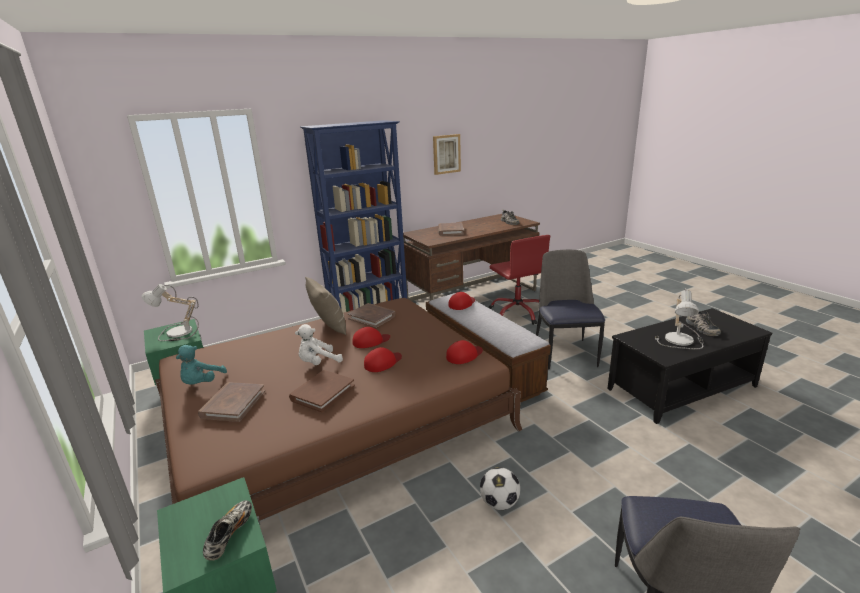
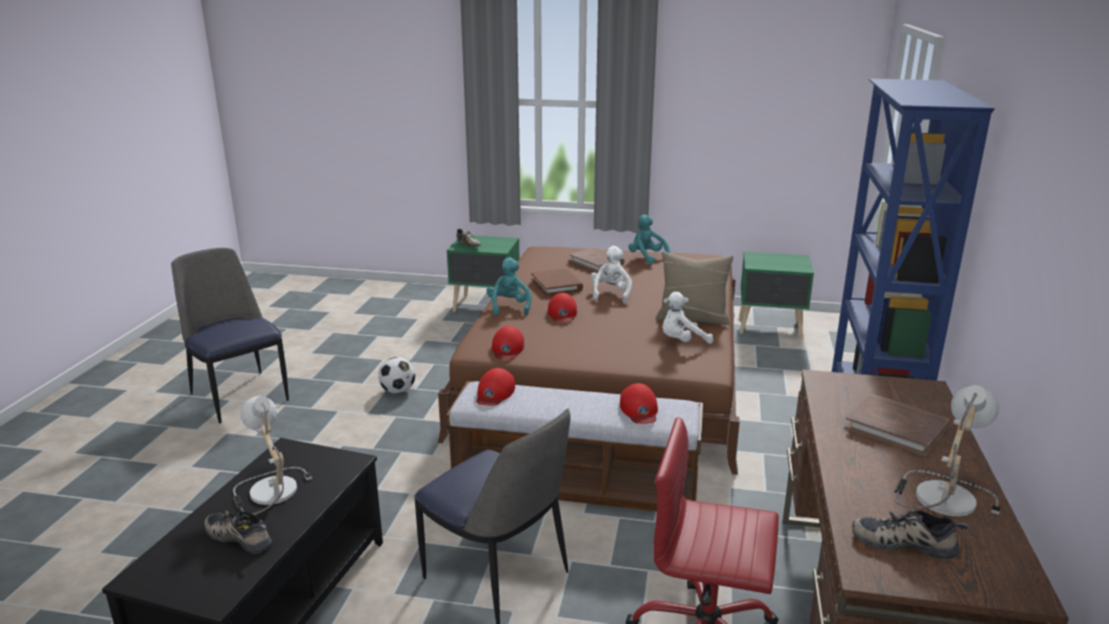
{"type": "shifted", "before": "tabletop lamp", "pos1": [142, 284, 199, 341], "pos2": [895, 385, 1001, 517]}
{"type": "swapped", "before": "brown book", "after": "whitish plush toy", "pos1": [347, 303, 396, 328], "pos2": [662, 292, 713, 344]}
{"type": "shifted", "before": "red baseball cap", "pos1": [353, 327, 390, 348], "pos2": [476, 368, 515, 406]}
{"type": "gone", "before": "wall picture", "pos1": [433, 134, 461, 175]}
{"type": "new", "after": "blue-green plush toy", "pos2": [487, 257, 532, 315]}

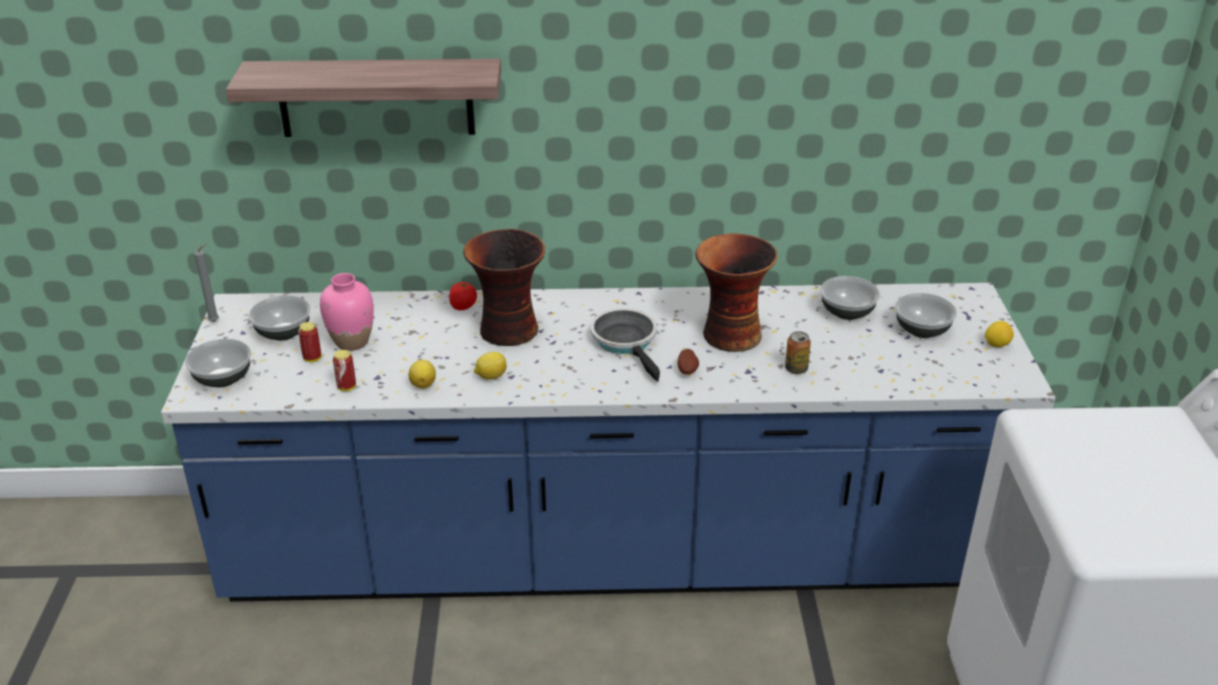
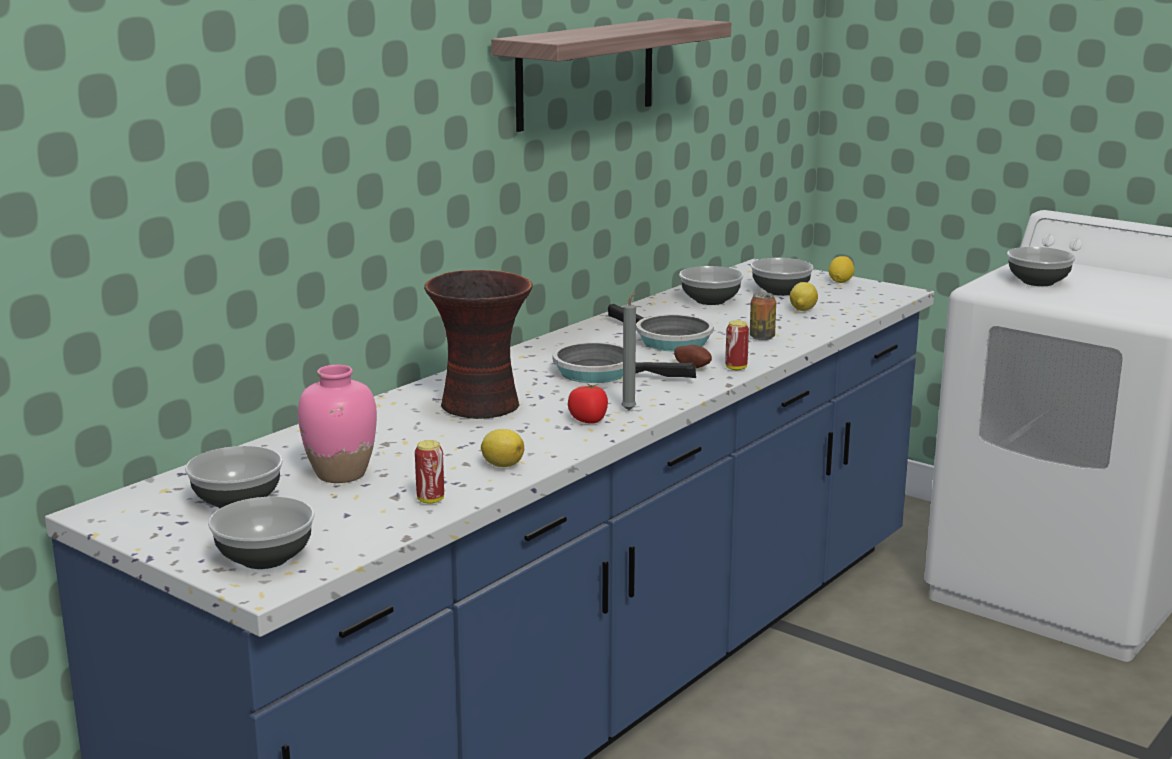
{"type": "shifted", "before": "grey wax light", "pos1": [194, 244, 219, 322], "pos2": [621, 291, 636, 411]}
{"type": "shifted", "before": "shelf", "pos1": [226, 59, 501, 137], "pos2": [491, 18, 731, 132]}
{"type": "shifted", "before": "metal can", "pos1": [298, 322, 321, 362], "pos2": [725, 320, 749, 370]}
{"type": "shifted", "before": "fresh tomato", "pos1": [449, 282, 477, 310], "pos2": [568, 384, 608, 424]}
{"type": "shifted", "before": "citrus fruit", "pos1": [474, 352, 507, 380], "pos2": [790, 282, 818, 311]}
{"type": "swapped", "before": "vase", "after": "skillet", "pos1": [695, 234, 777, 352], "pos2": [608, 304, 714, 352]}
{"type": "new", "after": "bowl", "pos2": [1007, 247, 1076, 286]}

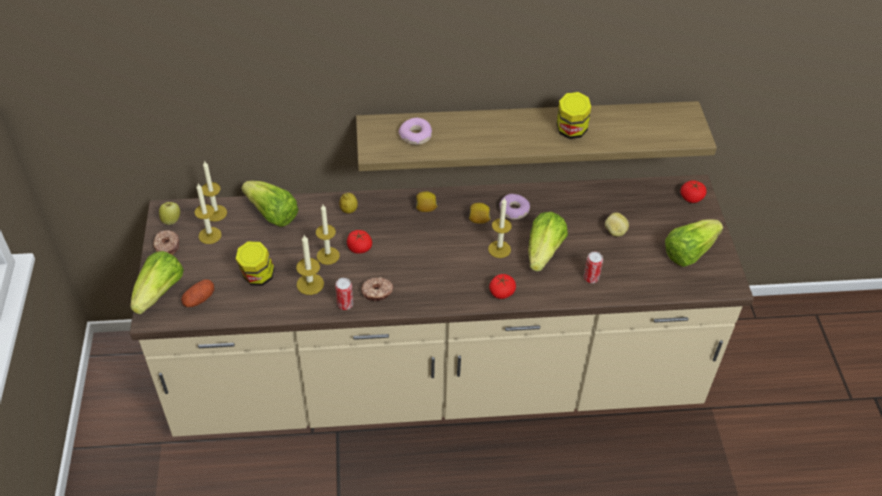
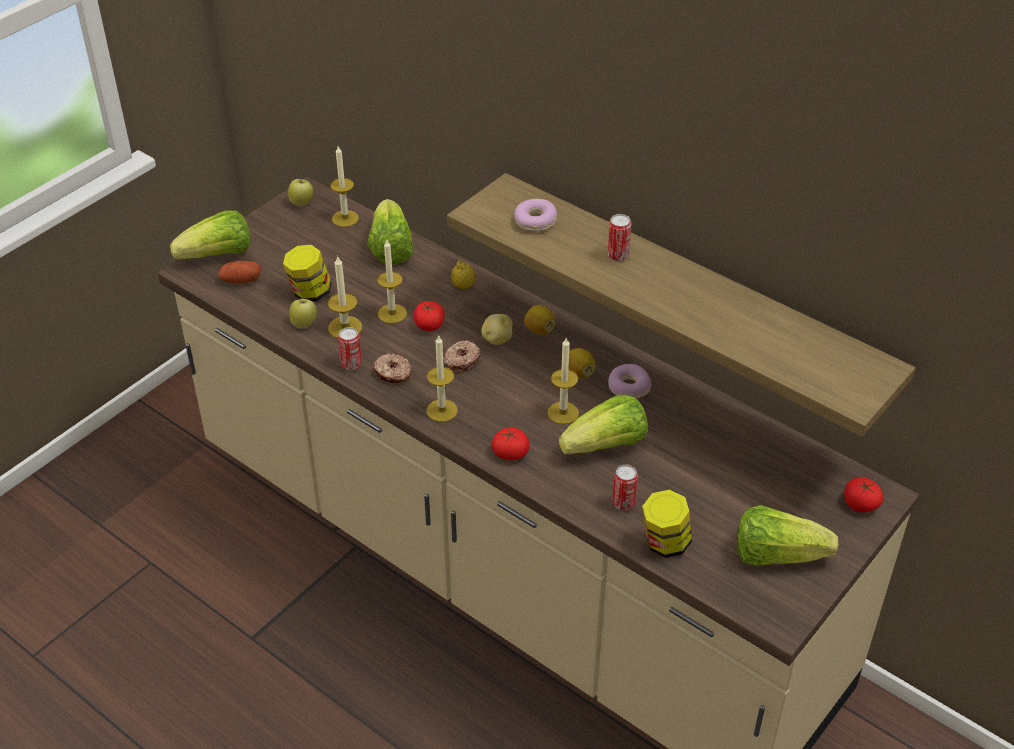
{"type": "shifted", "before": "doughnut", "pos1": [153, 230, 179, 255], "pos2": [443, 340, 481, 372]}
{"type": "shifted", "before": "wax light", "pos1": [194, 184, 222, 244], "pos2": [427, 336, 458, 422]}
{"type": "shifted", "before": "preserve jar", "pos1": [557, 92, 591, 139], "pos2": [642, 489, 692, 558]}
{"type": "shifted", "before": "potato", "pos1": [605, 212, 629, 237], "pos2": [481, 314, 513, 345]}
{"type": "new", "after": "apple", "pos2": [289, 299, 317, 329]}
{"type": "new", "after": "metal can", "pos2": [607, 214, 631, 261]}

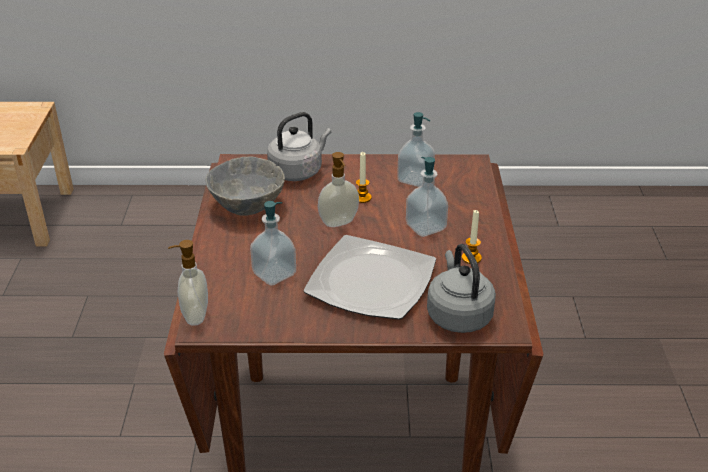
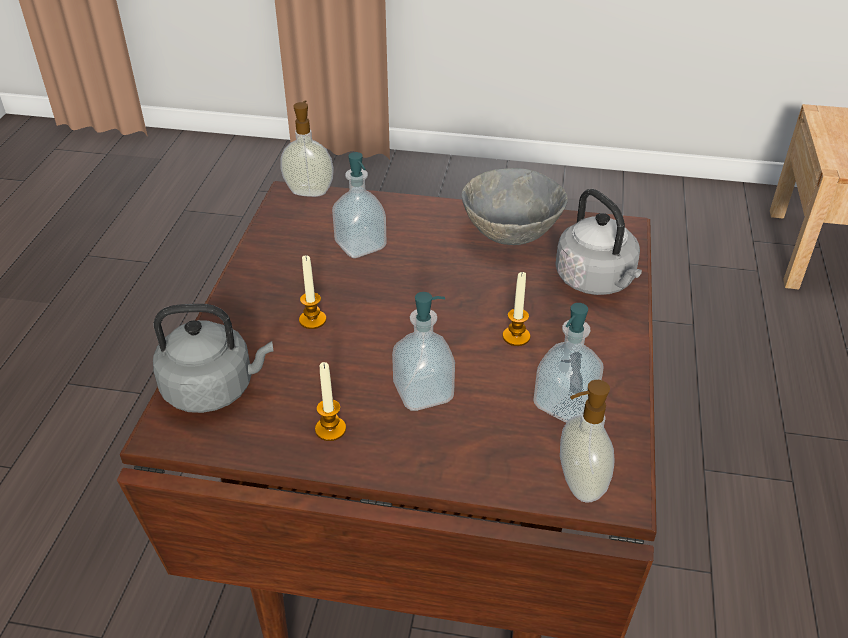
{"type": "swapped", "before": "dinner plate", "after": "wax light", "pos1": [303, 235, 436, 320], "pos2": [299, 255, 326, 329]}
{"type": "shifted", "before": "liquid soap bottle", "pos1": [318, 152, 359, 227], "pos2": [560, 380, 614, 503]}

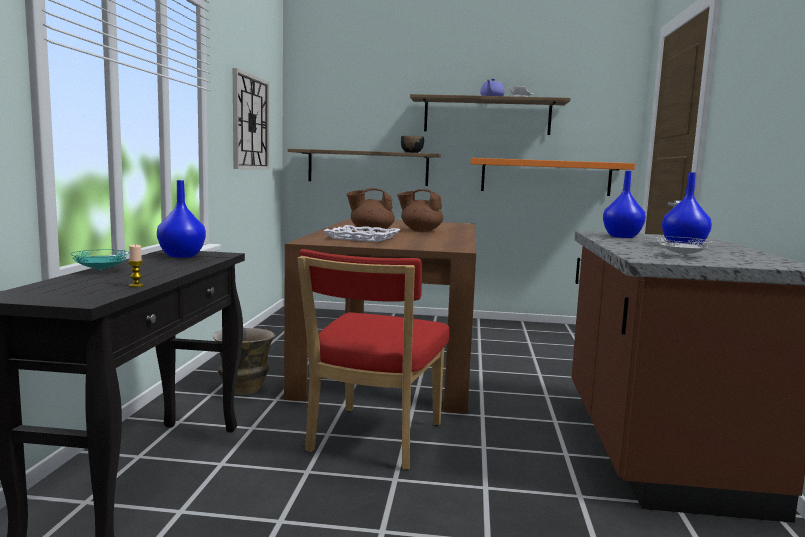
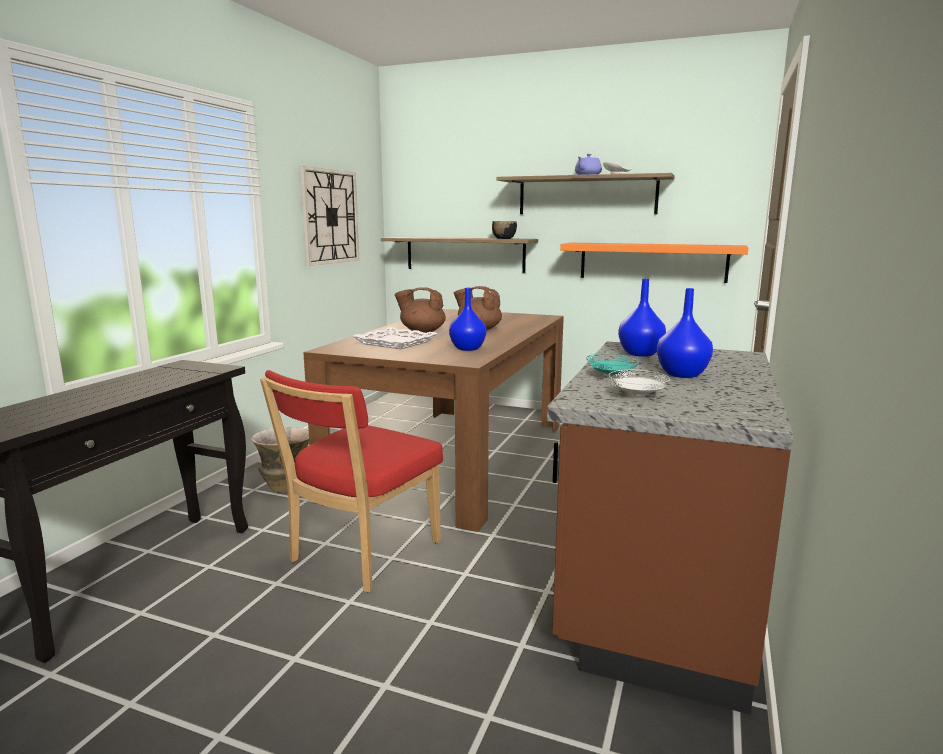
{"type": "shifted", "before": "blue-green dinner plate", "pos1": [70, 249, 129, 271], "pos2": [586, 353, 640, 376]}
{"type": "gone", "before": "wax light", "pos1": [128, 244, 144, 287]}
{"type": "shifted", "before": "blue-coloured vase", "pos1": [157, 180, 206, 258], "pos2": [449, 288, 486, 351]}

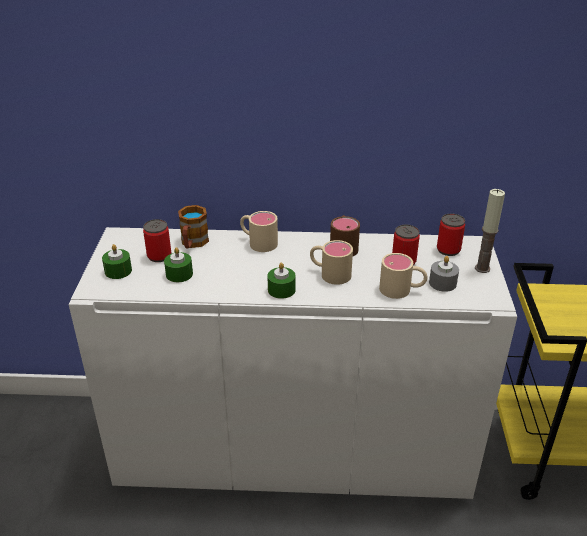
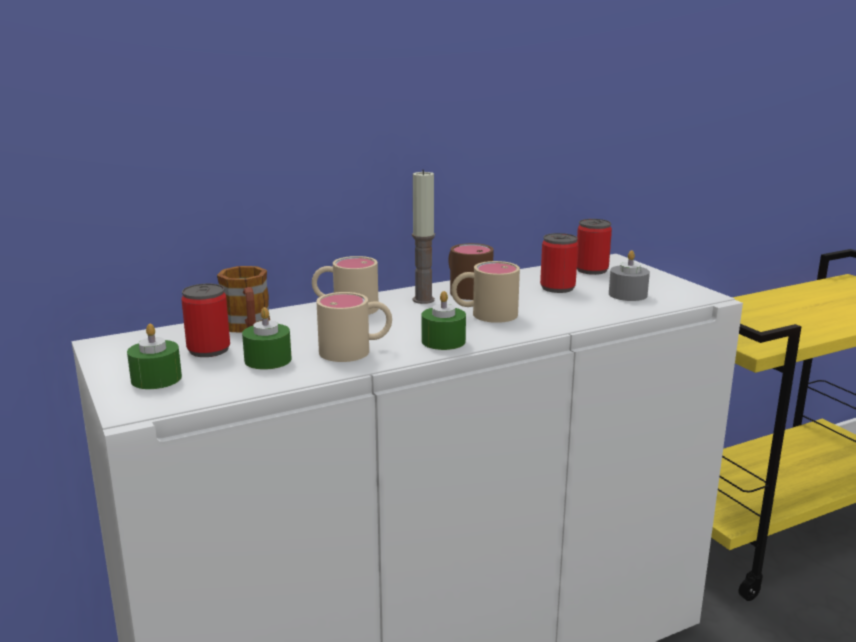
{"type": "shifted", "before": "beige tea mug", "pos1": [379, 253, 427, 299], "pos2": [316, 292, 392, 362]}
{"type": "shifted", "before": "wax light", "pos1": [475, 189, 505, 273], "pos2": [412, 169, 435, 304]}

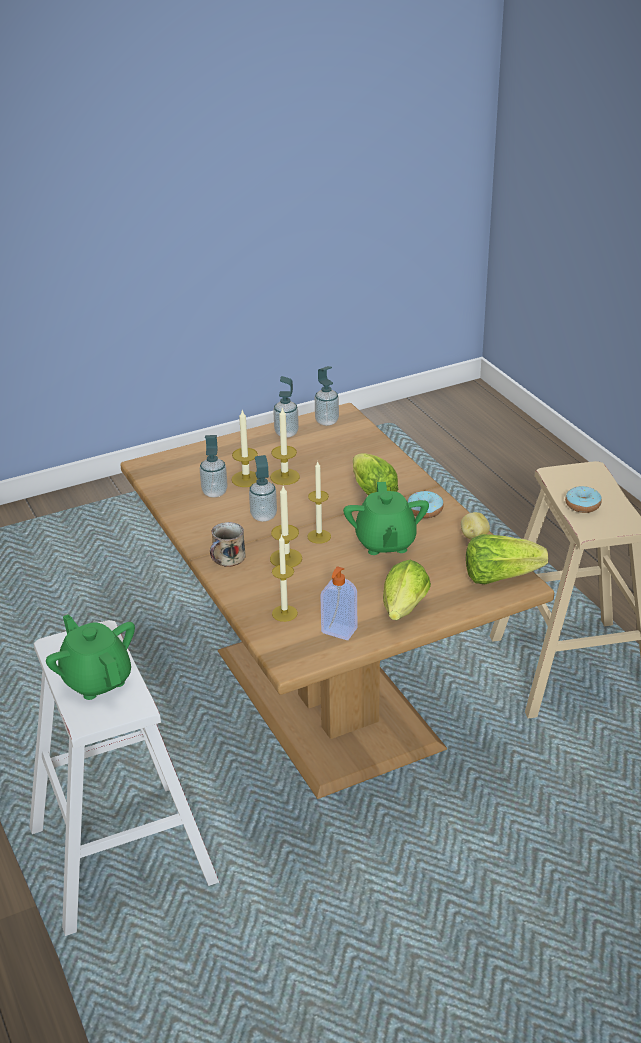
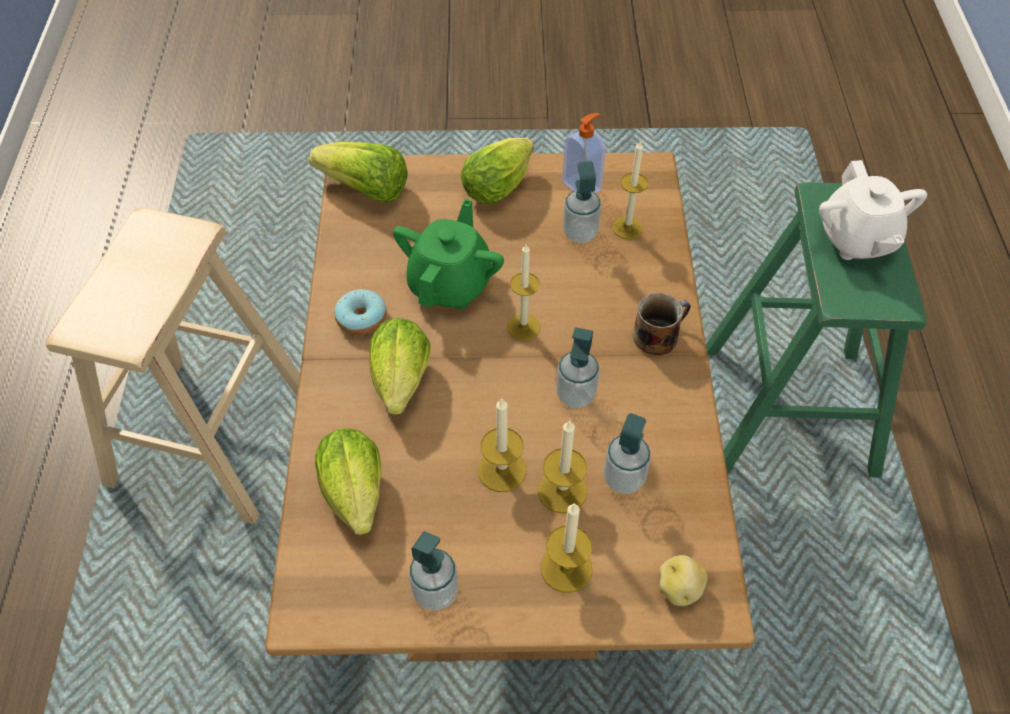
{"type": "repainted", "before": "whitish stool", "after": "greenish stool", "pos1": [29, 620, 219, 936], "pos2": [706, 183, 926, 478]}
{"type": "repainted", "before": "greenish pot for tea", "after": "whitish pot for tea", "pos1": [46, 614, 135, 700], "pos2": [819, 160, 927, 260]}
{"type": "shifted", "before": "wax light", "pos1": [270, 486, 302, 567], "pos2": [541, 503, 593, 593]}
{"type": "shifted", "before": "liquid soap bottle", "pos1": [315, 366, 339, 426], "pos2": [563, 161, 601, 243]}
{"type": "shifted", "before": "potato", "pos1": [461, 512, 490, 540], "pos2": [659, 555, 707, 606]}
{"type": "gone", "before": "doughnut", "pos1": [565, 486, 602, 513]}
{"type": "new", "after": "head of lettuce", "pos2": [315, 428, 382, 535]}

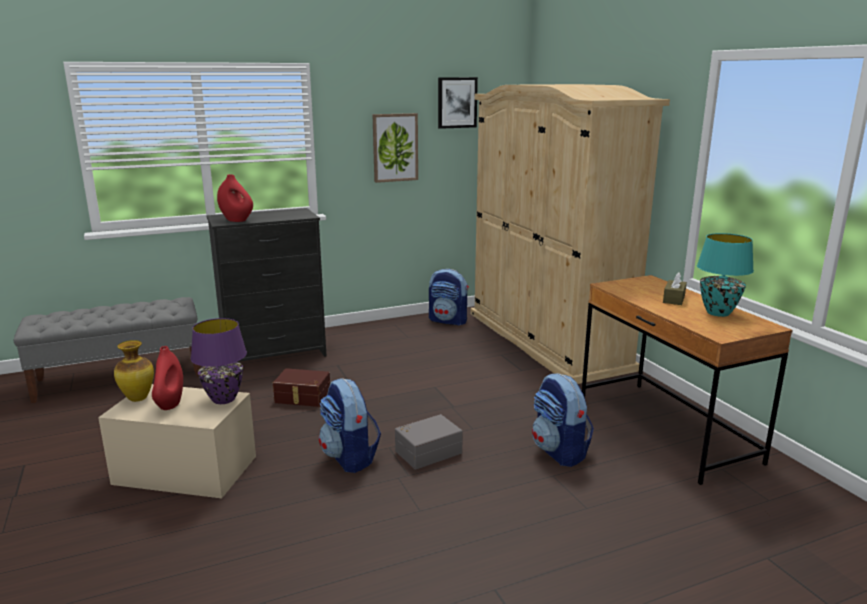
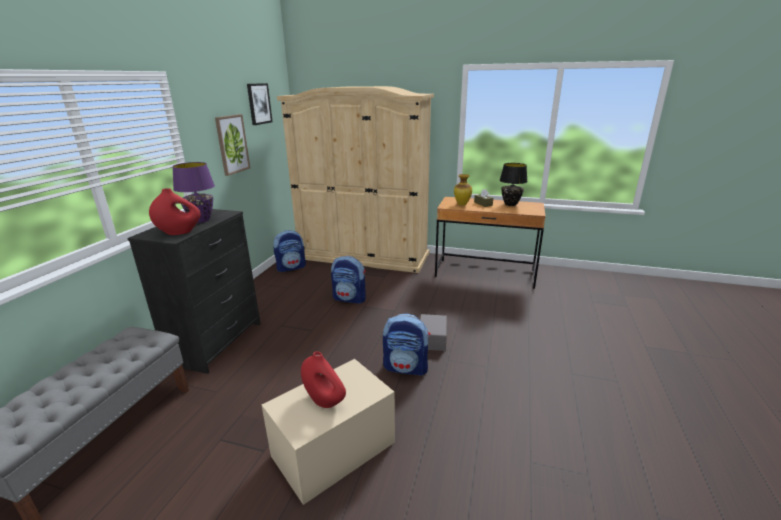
{"type": "shifted", "before": "vase", "pos1": [114, 340, 154, 402], "pos2": [454, 174, 472, 206]}
{"type": "shifted", "before": "purplish tabletop lamp", "pos1": [191, 318, 247, 404], "pos2": [172, 162, 215, 223]}
{"type": "gone", "before": "brown storage box", "pos1": [273, 368, 330, 407]}
{"type": "shifted", "before": "rucksack", "pos1": [532, 373, 594, 467], "pos2": [331, 256, 366, 304]}
{"type": "repainted", "before": "blue-green tabletop lamp", "after": "black-coloured tabletop lamp", "pos1": [697, 233, 754, 317], "pos2": [500, 163, 528, 206]}

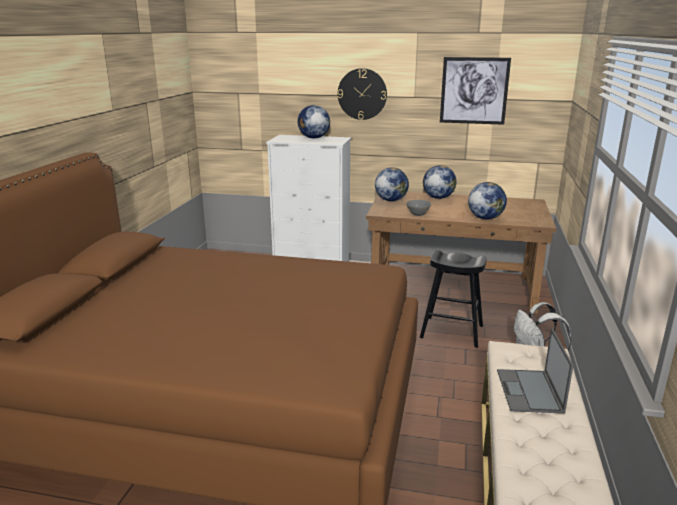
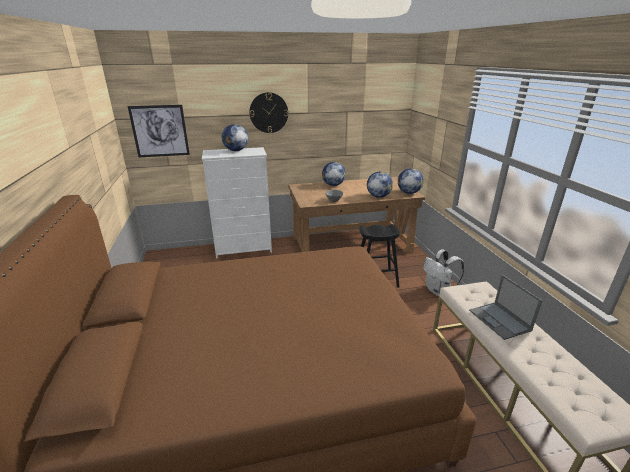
{"type": "shifted", "before": "world globe", "pos1": [375, 167, 409, 201], "pos2": [398, 168, 424, 194]}
{"type": "shifted", "before": "wall picture", "pos1": [440, 57, 511, 125], "pos2": [128, 105, 190, 157]}

